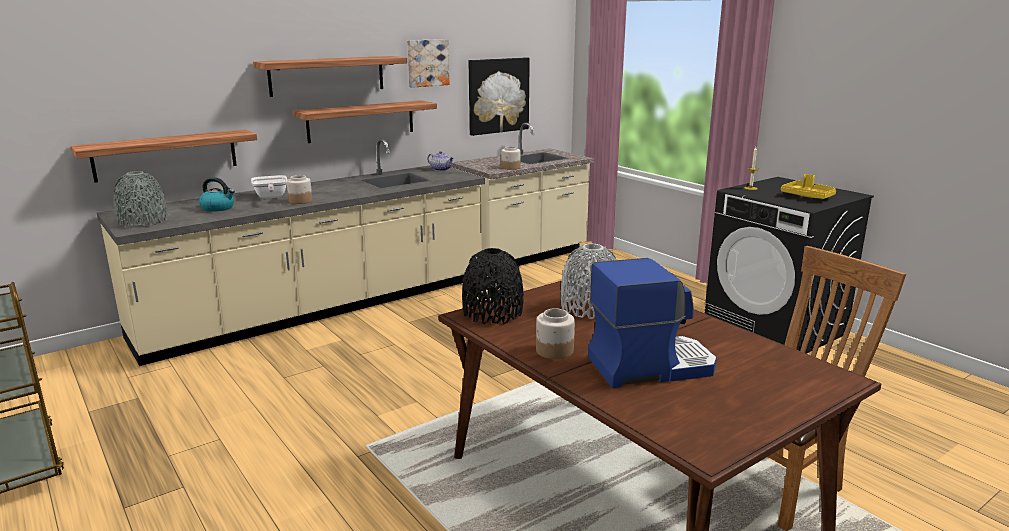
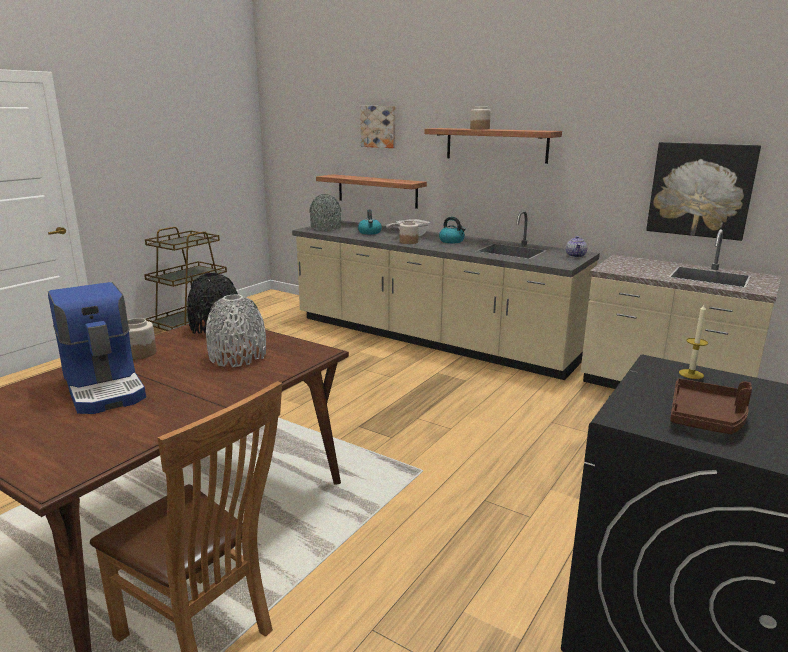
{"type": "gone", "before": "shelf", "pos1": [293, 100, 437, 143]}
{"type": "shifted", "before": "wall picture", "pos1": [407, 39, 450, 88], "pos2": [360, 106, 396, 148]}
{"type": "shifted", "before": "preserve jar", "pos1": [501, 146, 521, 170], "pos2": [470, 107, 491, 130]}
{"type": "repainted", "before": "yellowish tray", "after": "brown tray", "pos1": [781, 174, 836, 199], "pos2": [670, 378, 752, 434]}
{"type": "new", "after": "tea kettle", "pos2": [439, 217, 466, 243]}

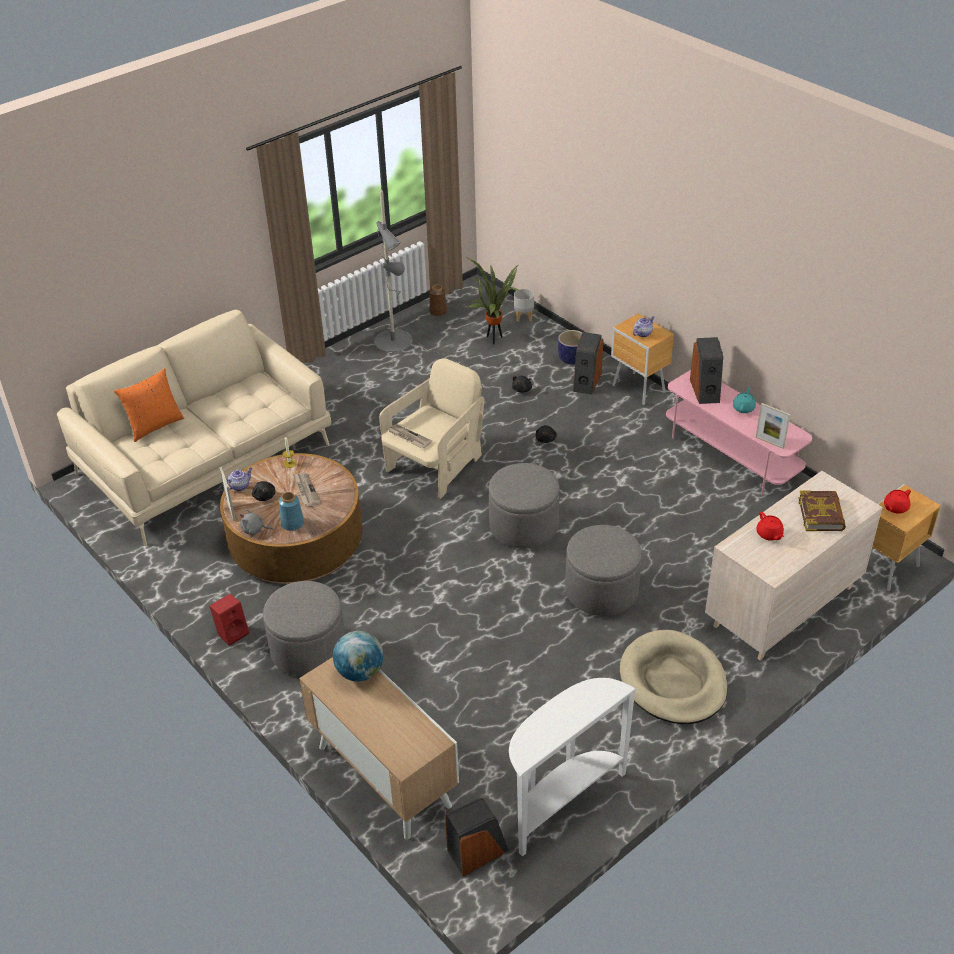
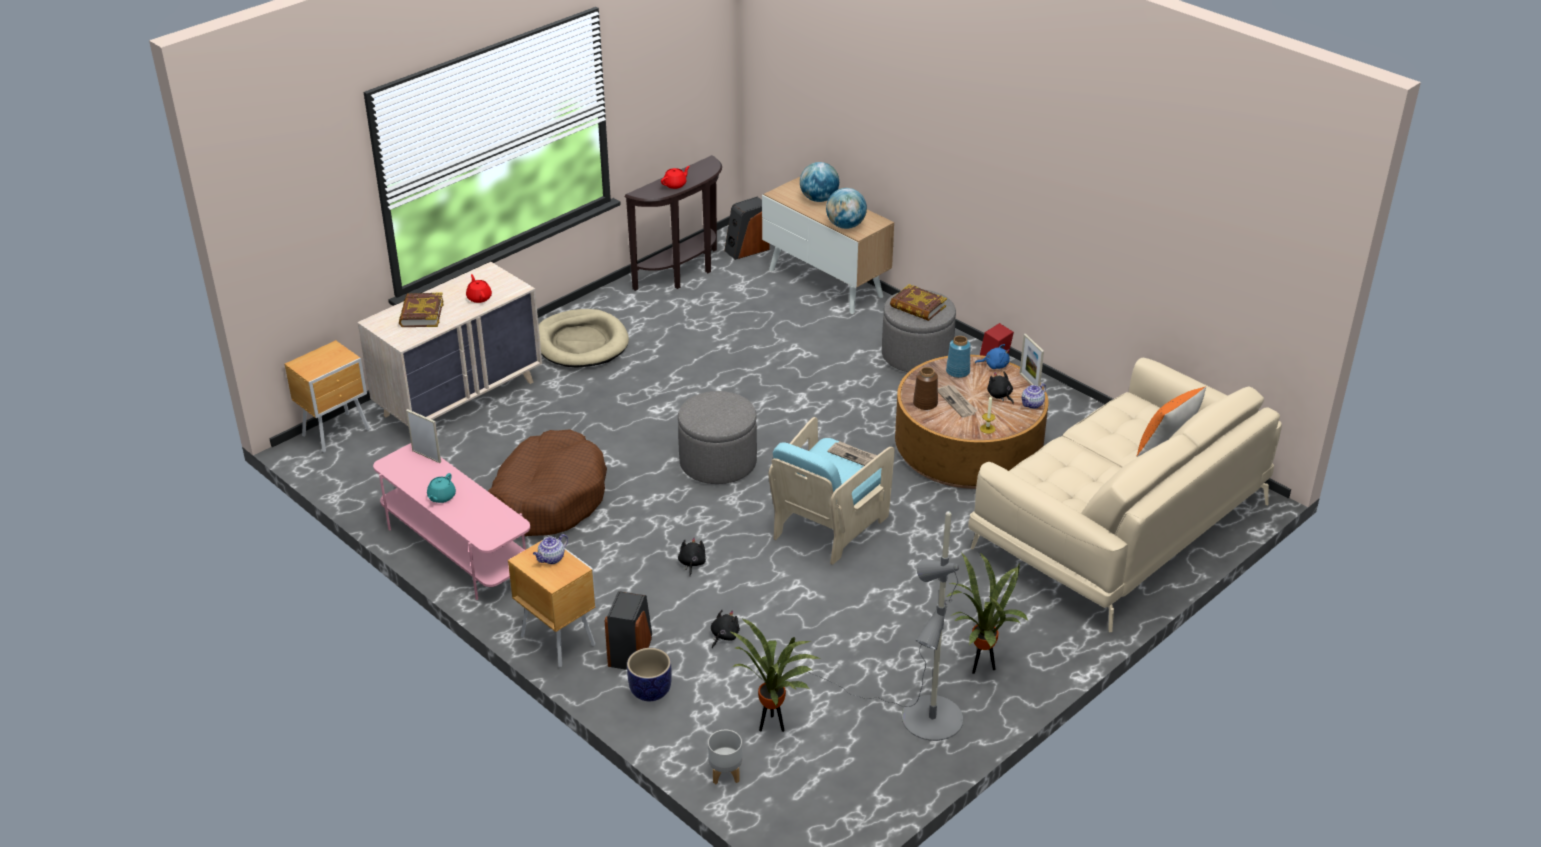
{"type": "repainted", "before": "grey plush toy", "after": "blue-coloured plush toy", "pos1": [240, 509, 273, 535], "pos2": [975, 344, 1010, 369]}
{"type": "repainted", "before": "beige lounge chair", "after": "blue-green lounge chair", "pos1": [379, 358, 484, 499], "pos2": [768, 417, 895, 565]}
{"type": "shifted", "before": "brown vase", "pos1": [429, 285, 447, 316], "pos2": [913, 367, 938, 410]}
{"type": "repainted", "before": "whitish narrow table", "after": "brown narrow table", "pos1": [509, 678, 637, 857], "pos2": [625, 155, 722, 291]}
{"type": "gone", "before": "grey footrest", "pos1": [565, 525, 642, 616]}
{"type": "gone", "before": "loudspeaker", "pos1": [690, 337, 723, 404]}
{"type": "shifted", "before": "red pot for tea", "pos1": [884, 490, 911, 514], "pos2": [661, 166, 690, 189]}
{"type": "new", "after": "brown pet bed", "pos2": [488, 429, 607, 536]}
{"type": "new", "after": "world globe", "pos2": [800, 162, 839, 202]}
{"type": "new", "after": "book", "pos2": [890, 284, 947, 321]}
{"type": "new", "after": "potted plant", "pos2": [947, 552, 1028, 674]}

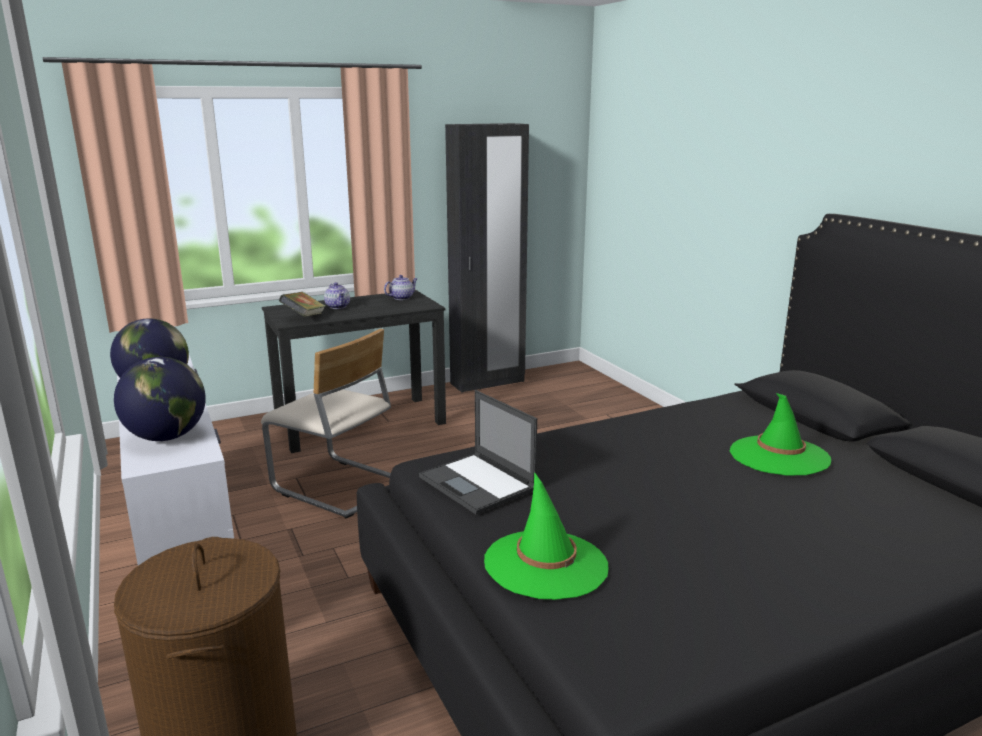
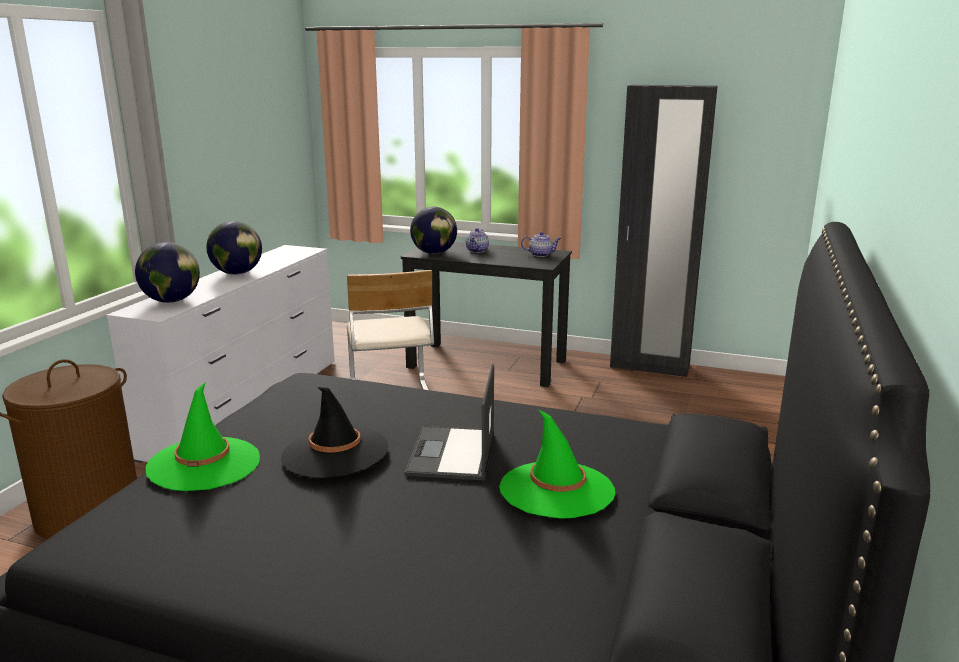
{"type": "swapped", "before": "book", "after": "world globe", "pos1": [279, 292, 326, 317], "pos2": [410, 207, 457, 254]}
{"type": "shifted", "before": "laptop", "pos1": [419, 390, 537, 514], "pos2": [404, 364, 494, 481]}
{"type": "new", "after": "black-coloured hat", "pos2": [281, 387, 388, 478]}

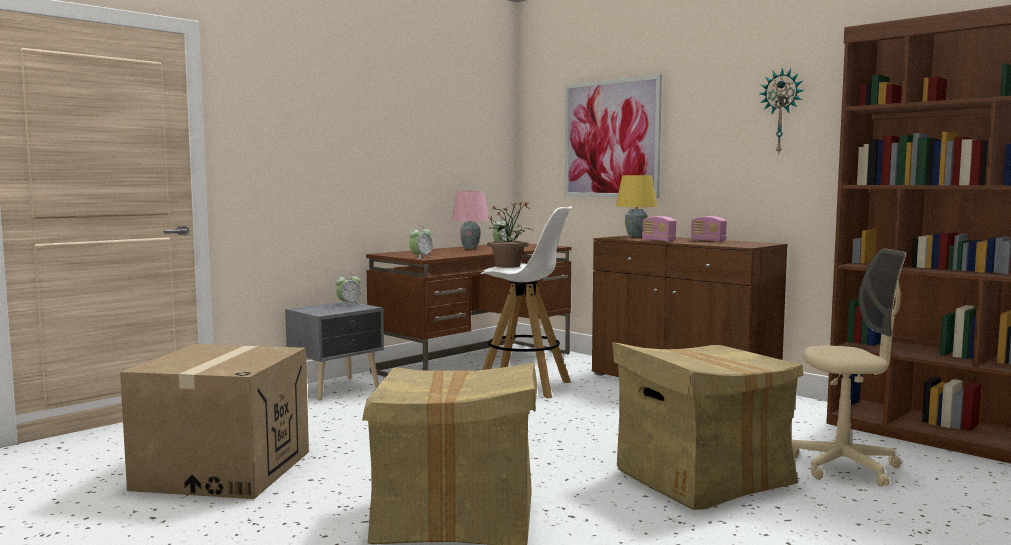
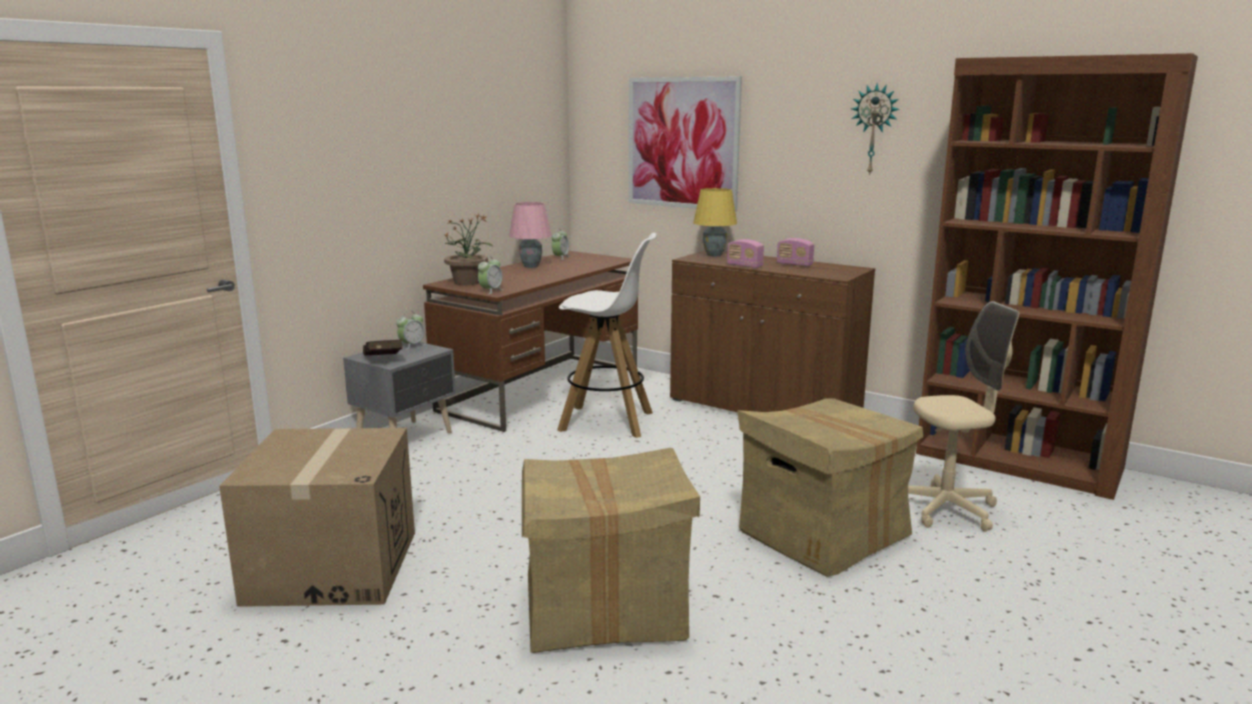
{"type": "shifted", "before": "potted plant", "pos1": [487, 201, 534, 267], "pos2": [444, 213, 494, 285]}
{"type": "new", "after": "red book", "pos2": [363, 339, 402, 356]}

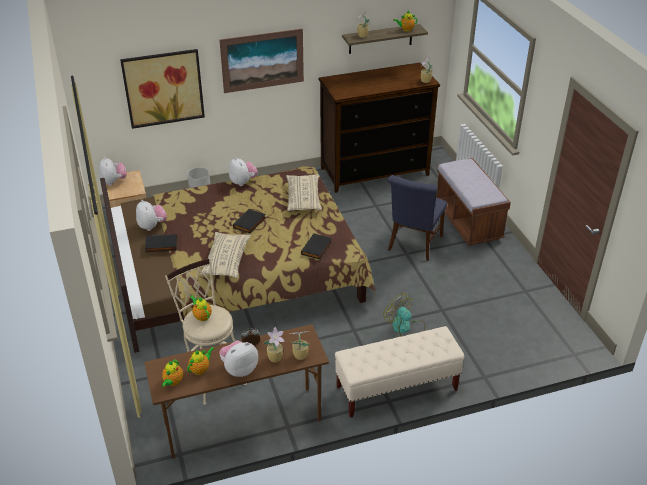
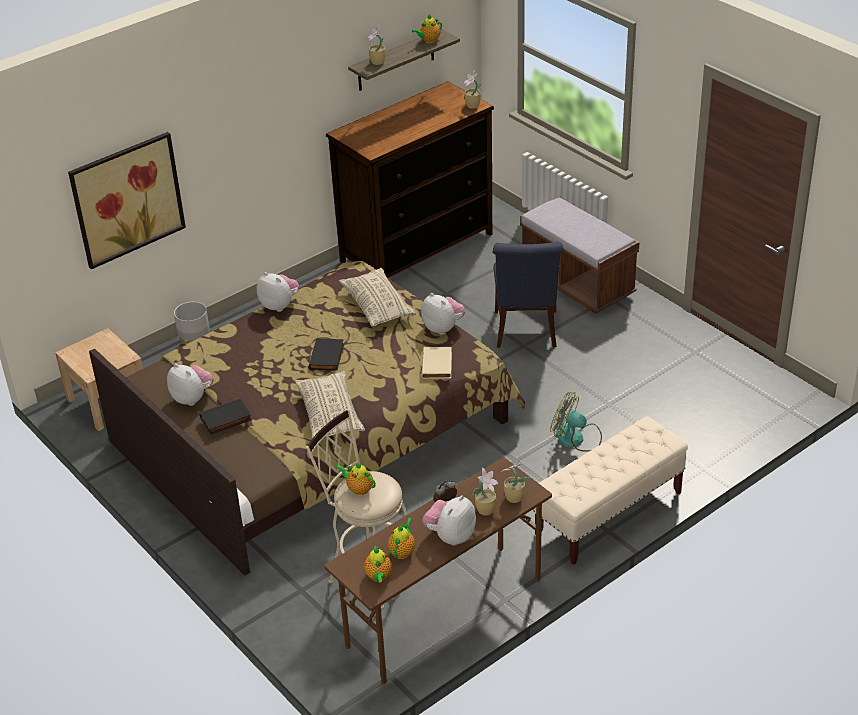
{"type": "shifted", "before": "plush toy", "pos1": [99, 157, 127, 186], "pos2": [421, 293, 465, 335]}
{"type": "gone", "before": "wall picture", "pos1": [219, 29, 304, 93]}
{"type": "repainted", "before": "black-coloured book", "after": "beige book", "pos1": [301, 233, 332, 260], "pos2": [422, 347, 452, 379]}

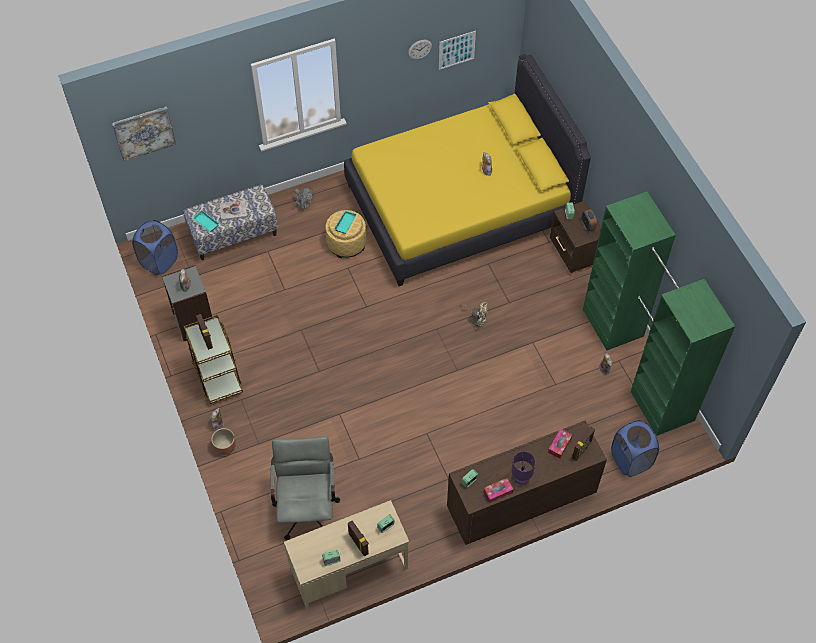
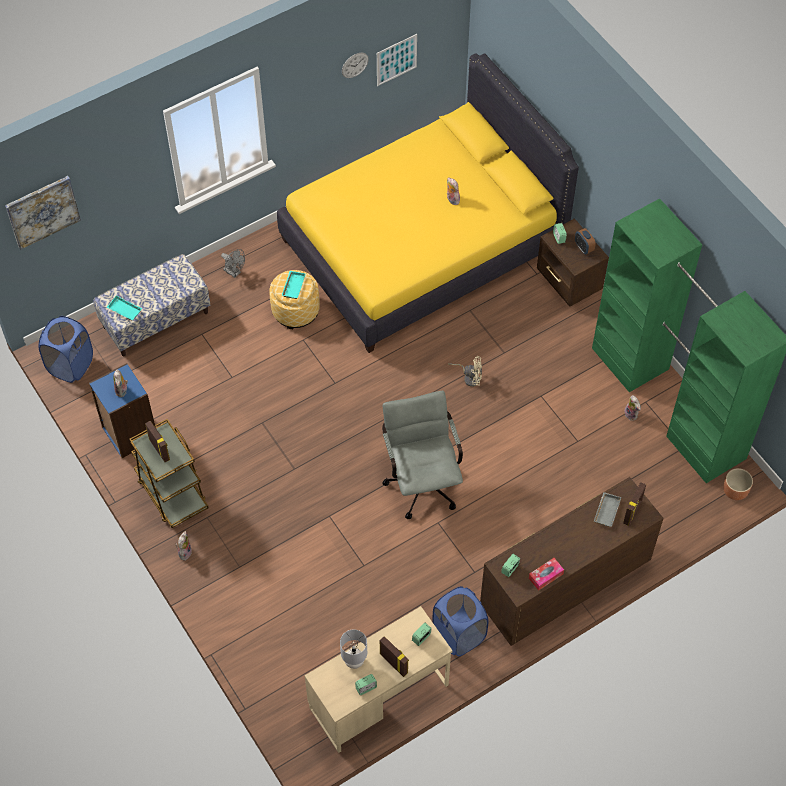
{"type": "repainted", "before": "grey bookcase", "after": "blue-coloured bookcase", "pos1": [162, 265, 212, 341], "pos2": [89, 363, 156, 458]}
{"type": "shifted", "before": "brown flower pot", "pos1": [211, 428, 236, 455], "pos2": [723, 468, 753, 500]}
{"type": "gone", "before": "book", "pos1": [220, 200, 247, 221]}
{"type": "shifted", "before": "grey computer chair", "pos1": [270, 436, 341, 540], "pos2": [382, 391, 463, 519]}
{"type": "gone", "before": "purplish tabletop lamp", "pos1": [512, 451, 535, 485]}
{"type": "swapped", "before": "box of tissues", "after": "grey tray", "pos1": [548, 429, 572, 459], "pos2": [594, 492, 621, 527]}
{"type": "shifted", "before": "blue-coloured washing basket", "pos1": [611, 420, 659, 477], "pos2": [432, 586, 489, 656]}
{"type": "new", "after": "grey tabletop lamp", "pos2": [340, 630, 367, 669]}

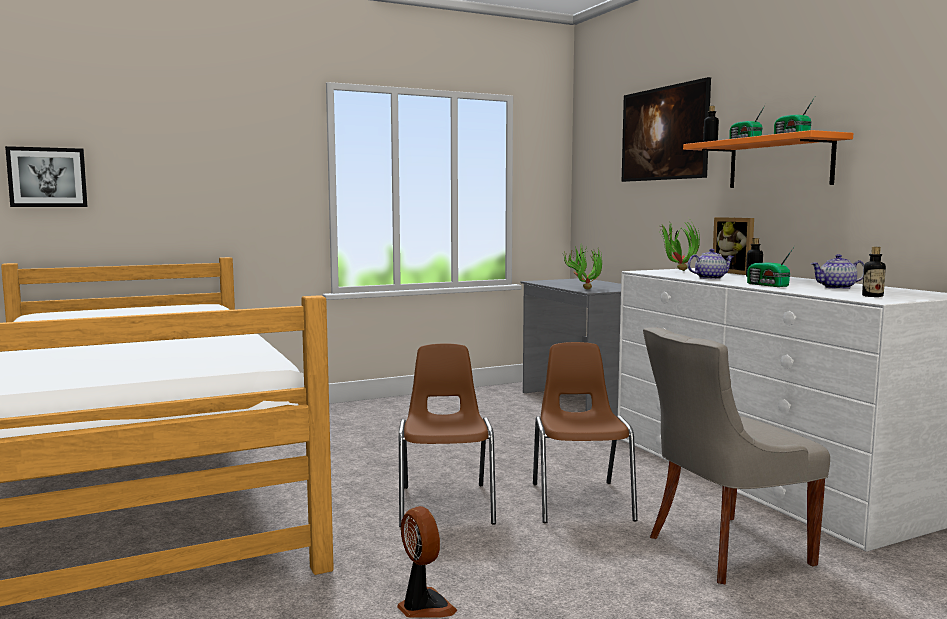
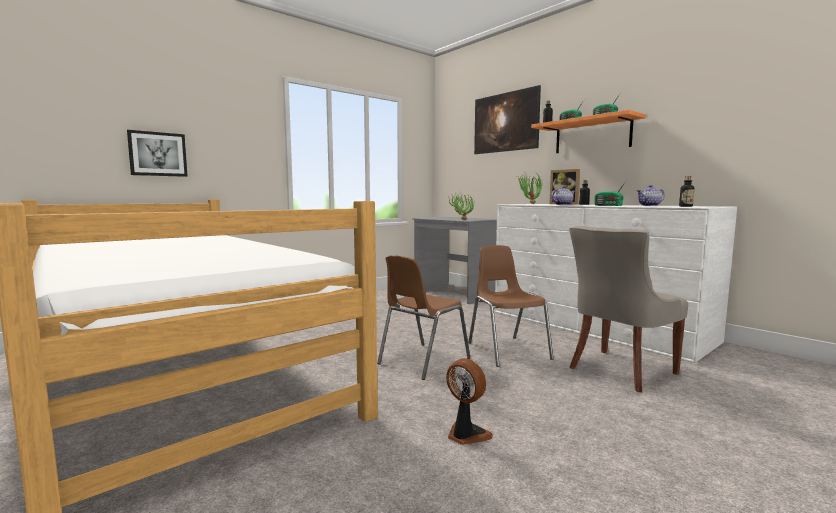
{"type": "shifted", "before": "wall picture", "pos1": [5, 146, 88, 207], "pos2": [127, 130, 188, 177]}
{"type": "rotated", "before": "brown upright chair", "pos1": [399, 344, 496, 528], "pos2": [377, 255, 471, 380], "turn": -120}

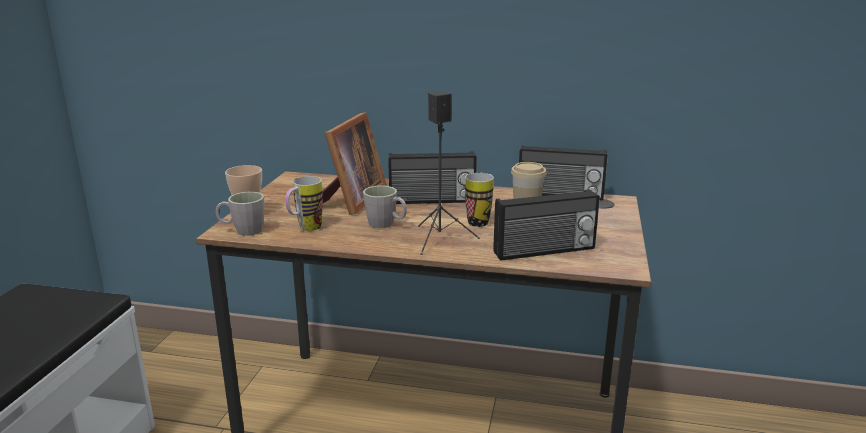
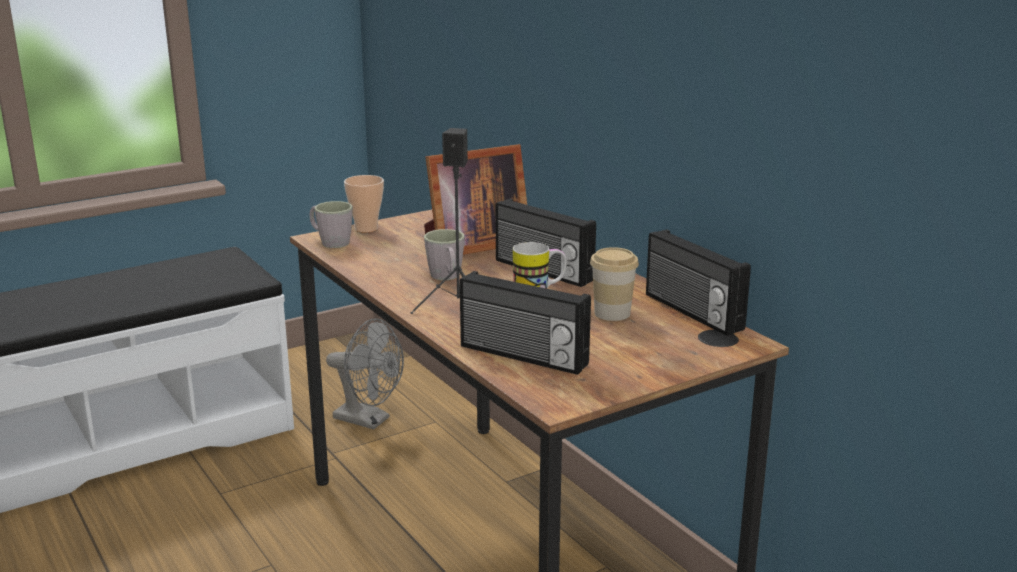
{"type": "gone", "before": "tea mug", "pos1": [285, 176, 323, 231]}
{"type": "new", "after": "grey cooling fan", "pos2": [326, 318, 404, 430]}

